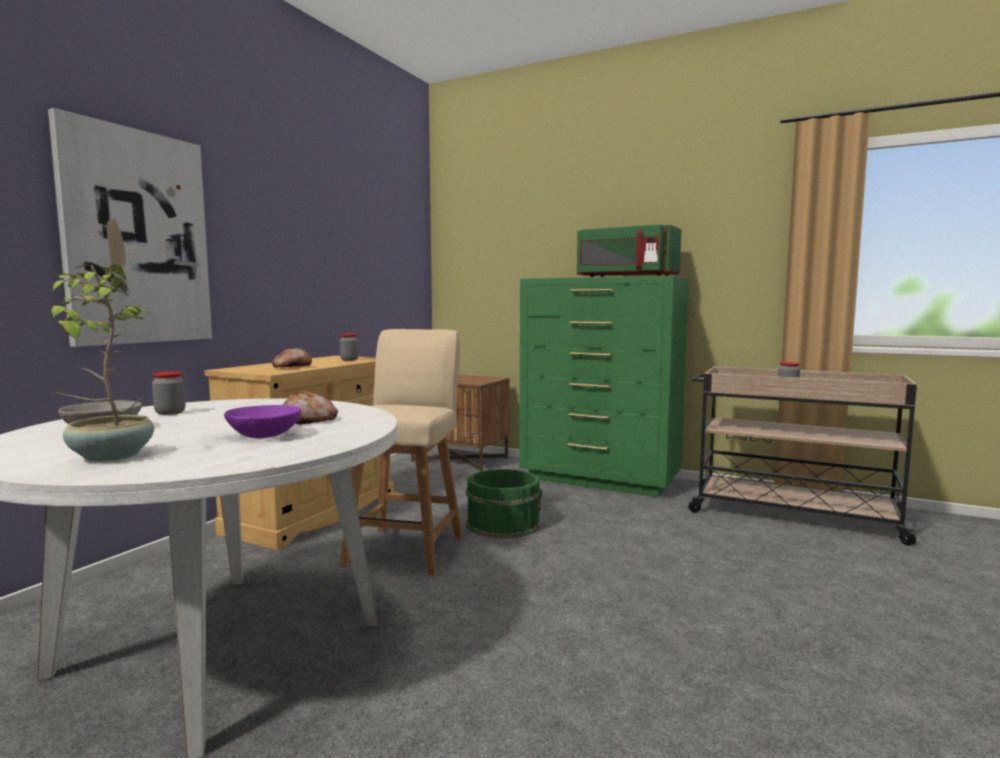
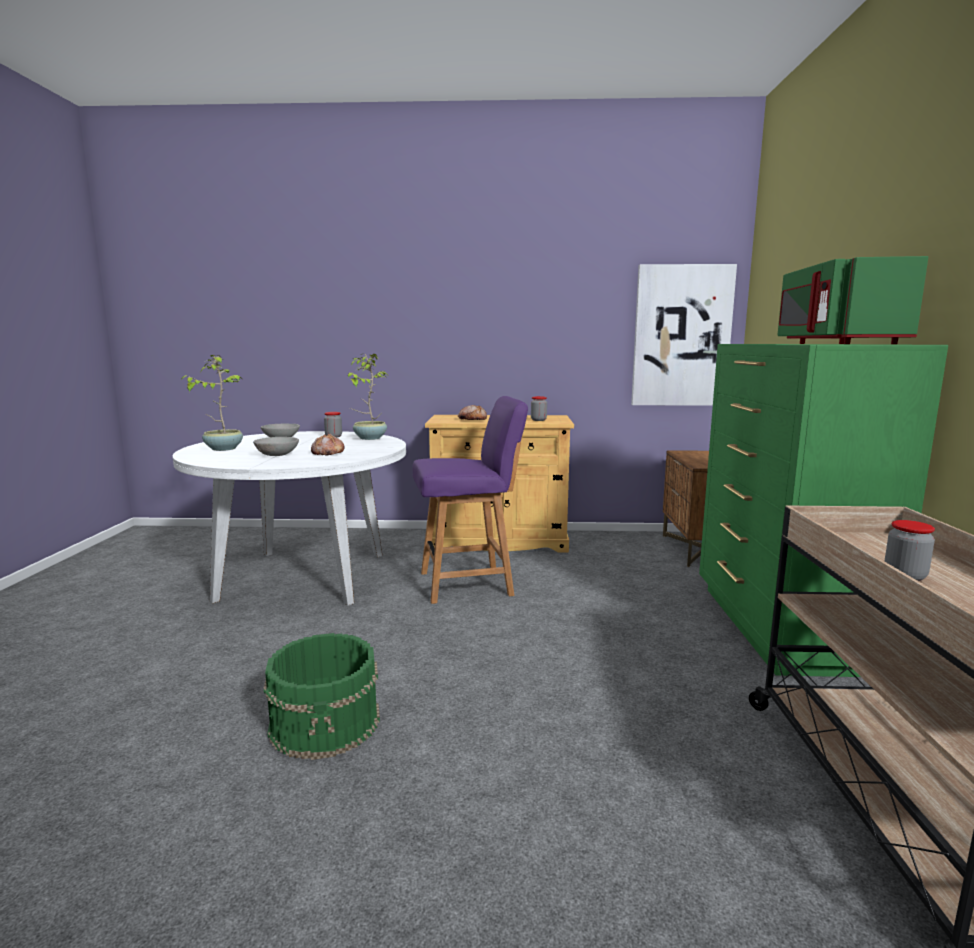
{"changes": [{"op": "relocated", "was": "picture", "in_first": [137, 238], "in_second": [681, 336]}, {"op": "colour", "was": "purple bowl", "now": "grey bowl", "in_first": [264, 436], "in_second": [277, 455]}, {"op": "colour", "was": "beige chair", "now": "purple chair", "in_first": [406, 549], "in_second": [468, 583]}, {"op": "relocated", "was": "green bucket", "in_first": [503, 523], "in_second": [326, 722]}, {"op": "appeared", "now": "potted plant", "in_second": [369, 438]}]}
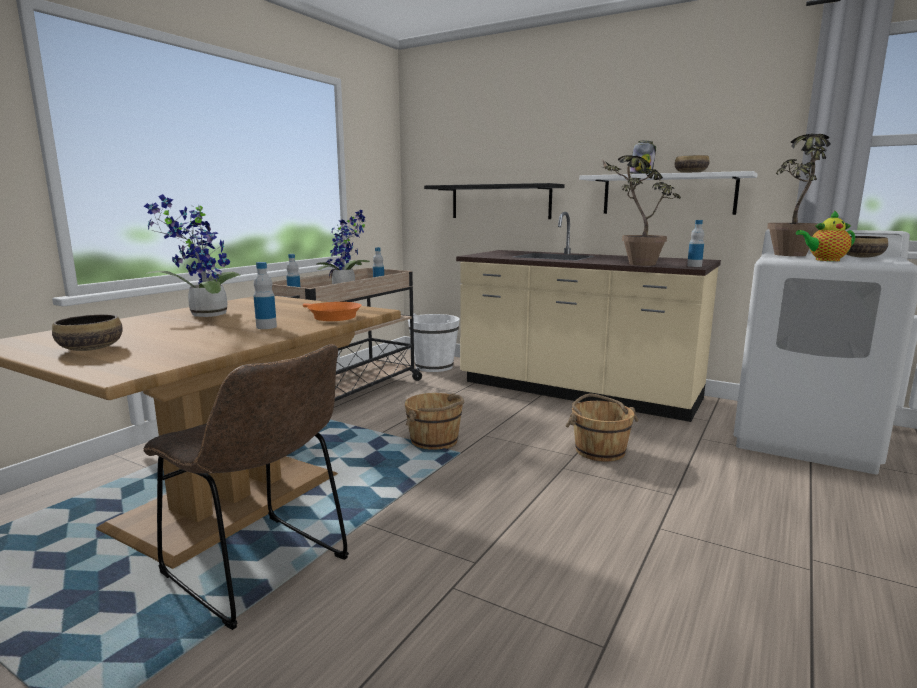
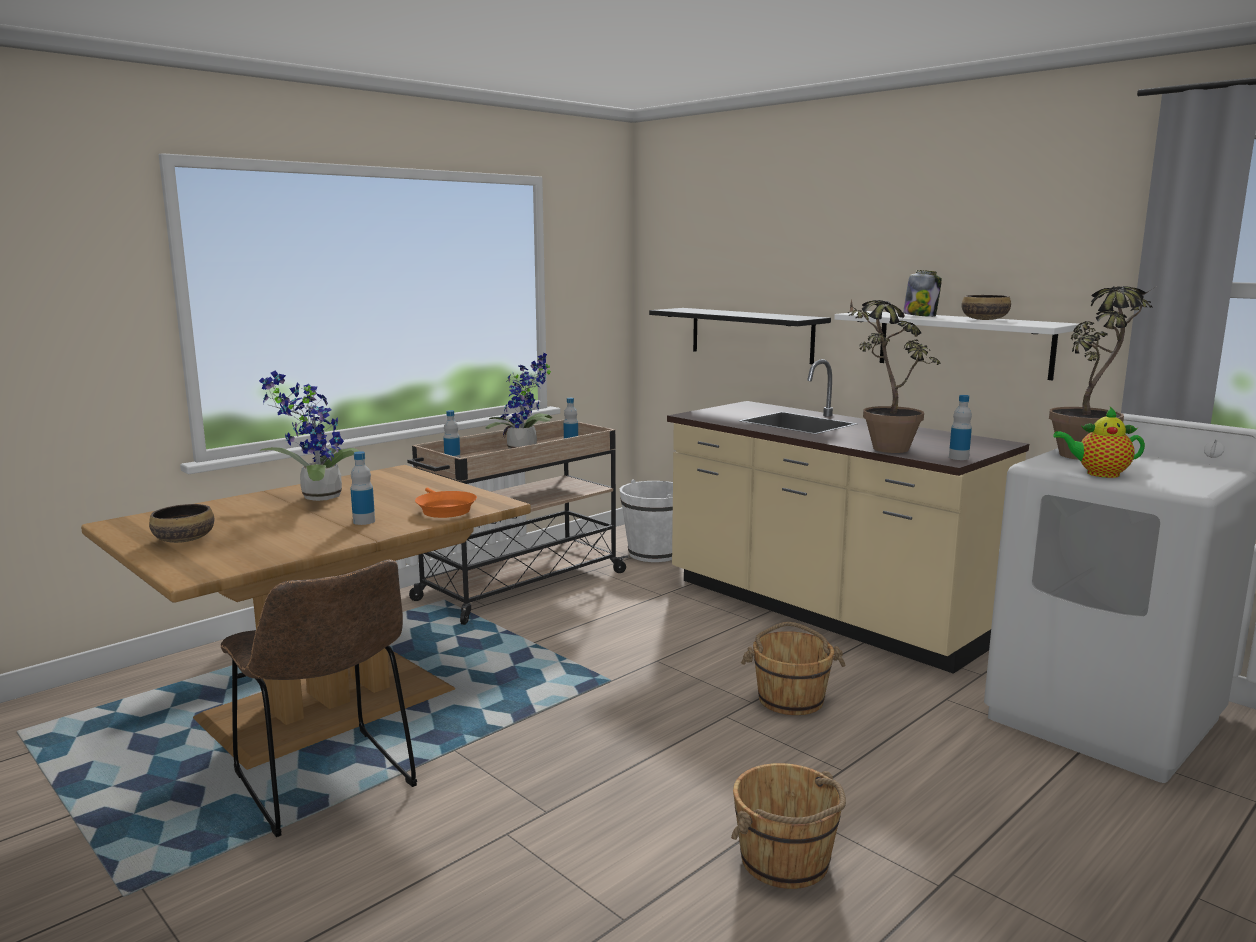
{"changes": [{"op": "relocated", "was": "brown bucket", "in_first": [435, 441], "in_second": [786, 861]}, {"op": "missing", "was": "bowl", "in_first": [862, 257]}]}
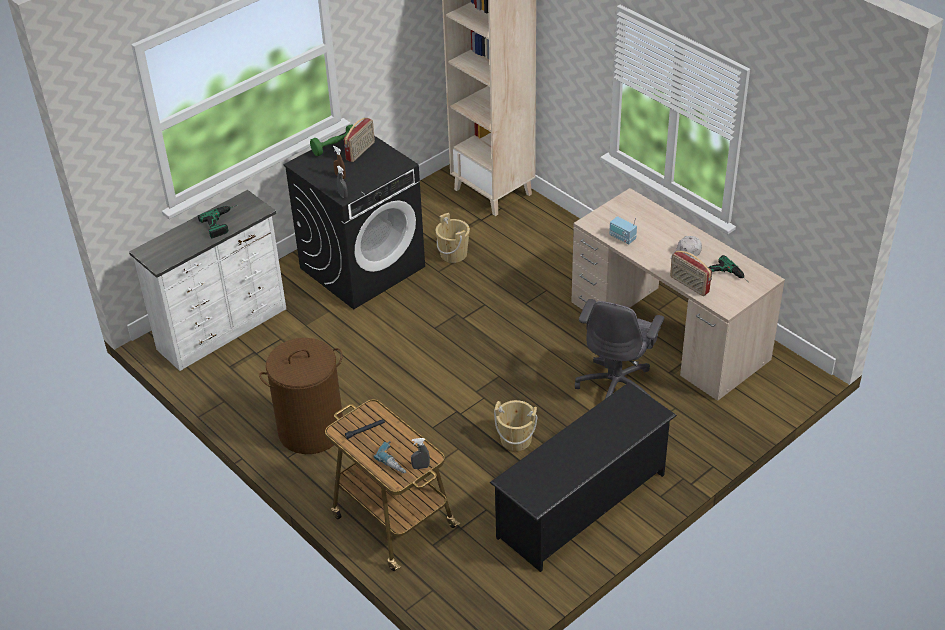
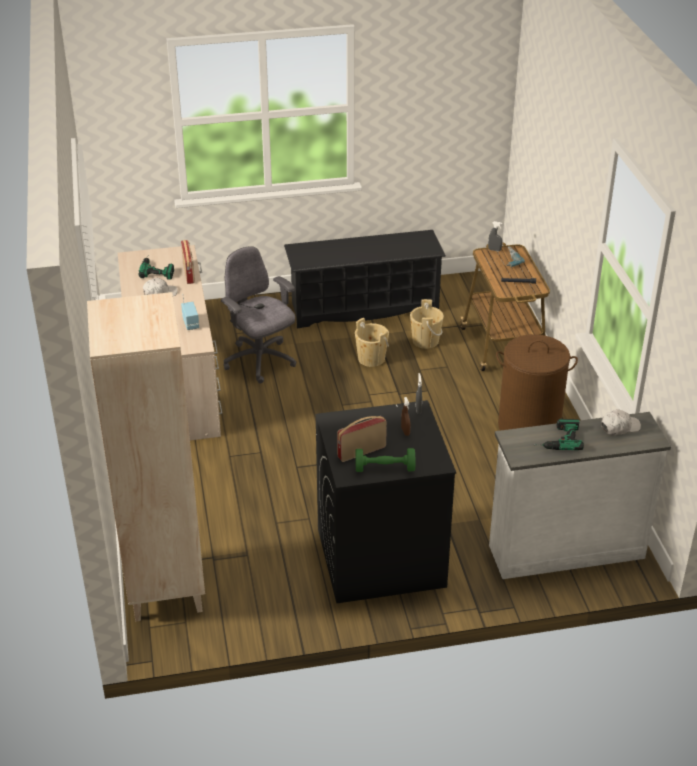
{"changes": [{"op": "relocated", "was": "beige bucket", "in_first": [453, 254], "in_second": [425, 341]}, {"op": "spun", "was": "grey office chair", "in_first": [617, 386], "in_second": [260, 362], "clockwise": -90}, {"op": "appeared", "now": "white cap", "in_second": [619, 427]}]}
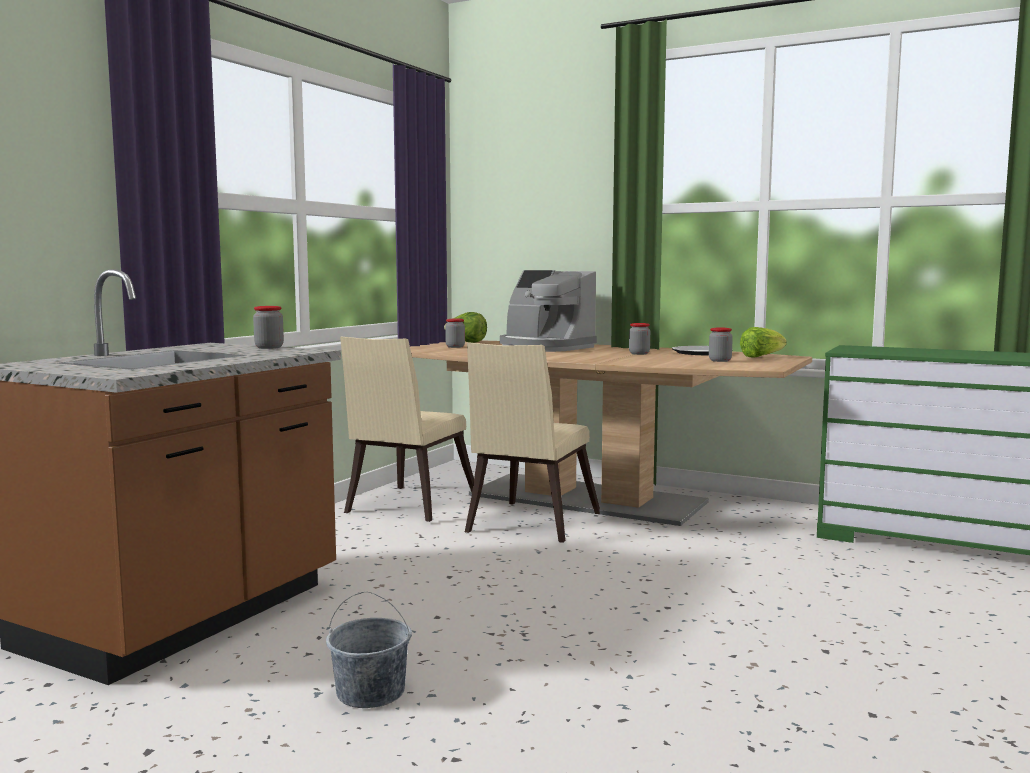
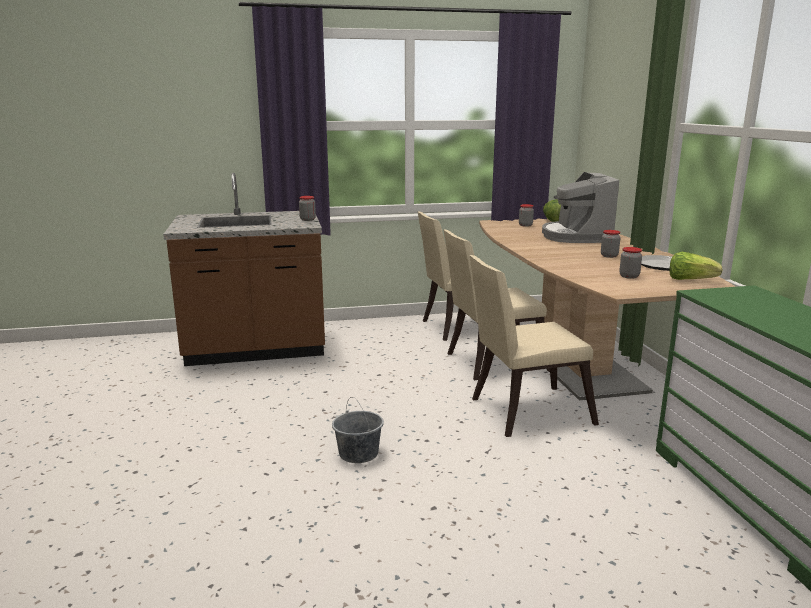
{"changes": [{"op": "relocated", "was": "grey bucket", "in_first": [371, 692], "in_second": [358, 453]}, {"op": "appeared", "now": "beige chair", "in_second": [523, 411]}]}
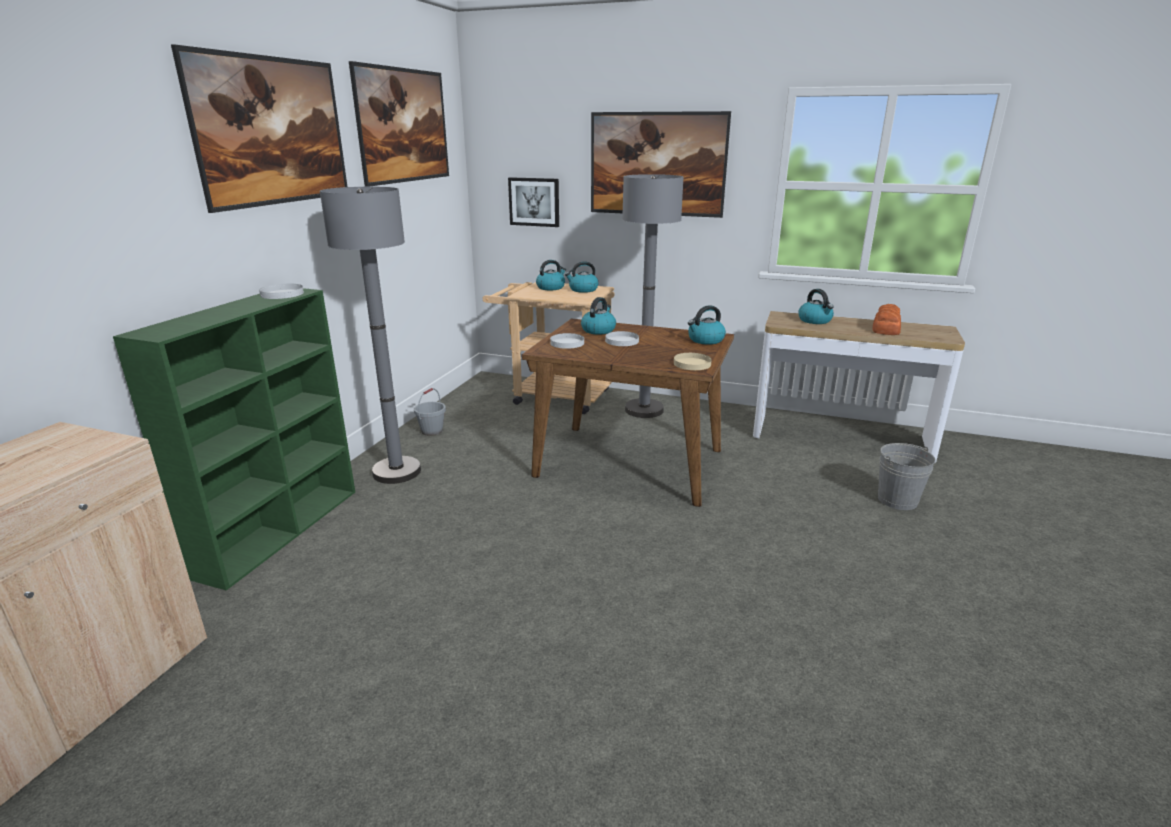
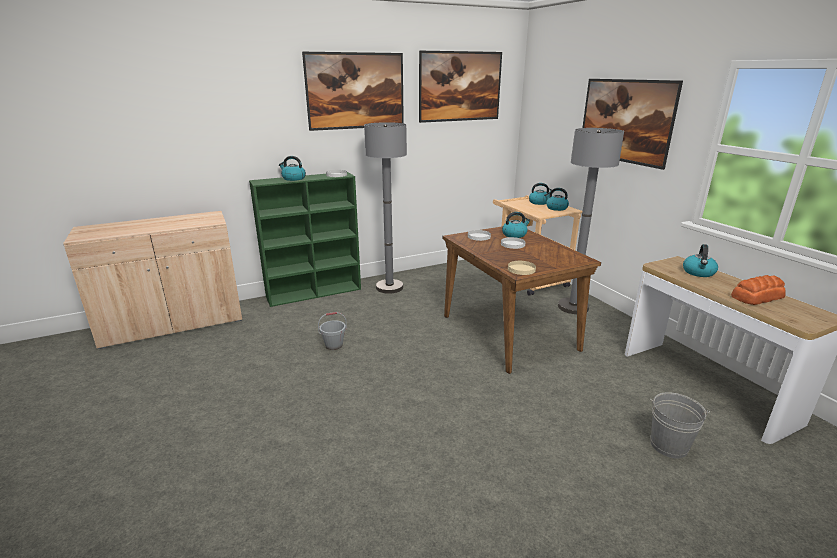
{"changes": [{"op": "relocated", "was": "grey bucket", "in_first": [432, 431], "in_second": [334, 345]}, {"op": "missing", "was": "picture", "in_first": [534, 202]}, {"op": "relocated", "was": "kettle", "in_first": [705, 340], "in_second": [293, 178]}]}
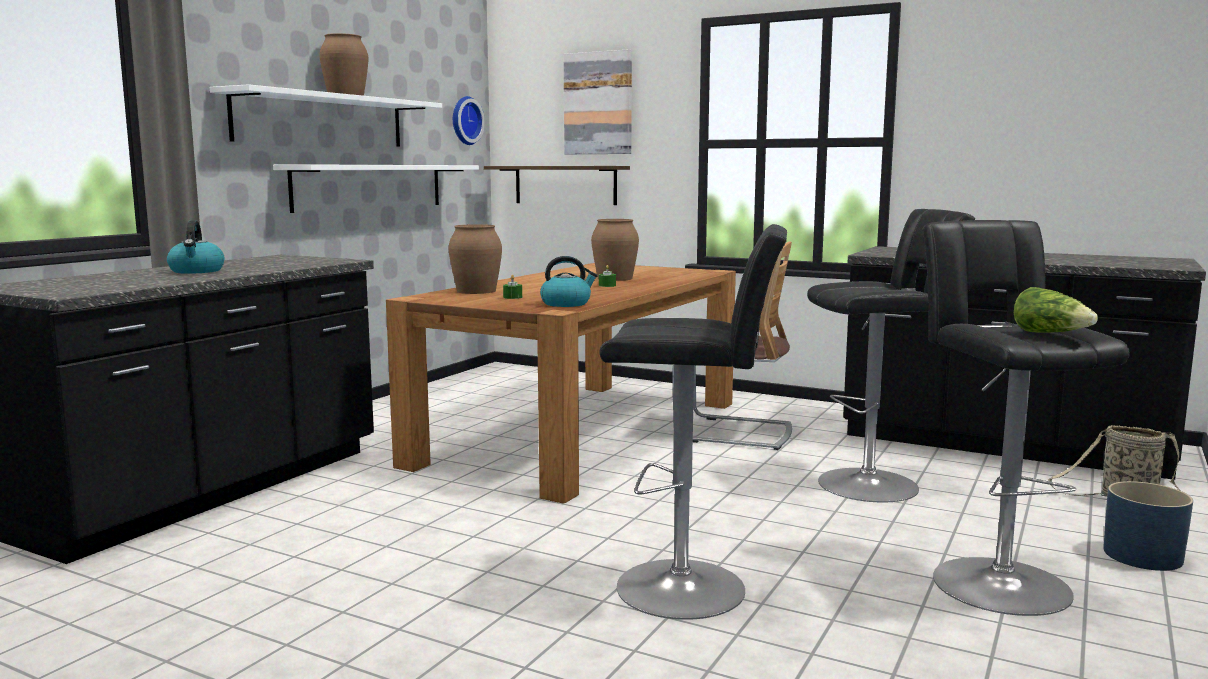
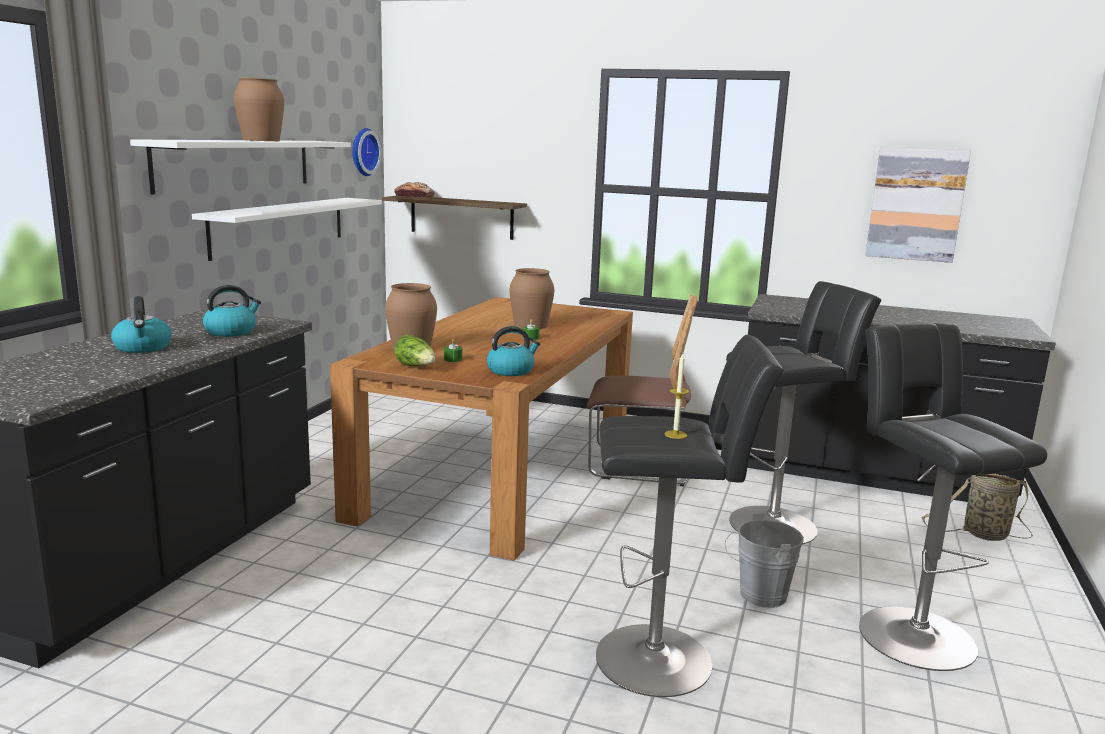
{"changes": [{"op": "relocated", "was": "picture", "in_first": [598, 103], "in_second": [916, 204]}, {"op": "relocated", "was": "lettuce", "in_first": [1051, 334], "in_second": [416, 367]}, {"op": "missing", "was": "blue planter", "in_first": [1142, 556]}, {"op": "appeared", "now": "kettle", "in_second": [231, 332]}, {"op": "appeared", "now": "bread", "in_second": [414, 197]}, {"op": "appeared", "now": "candle", "in_second": [675, 434]}, {"op": "appeared", "now": "grey bucket", "in_second": [757, 595]}]}
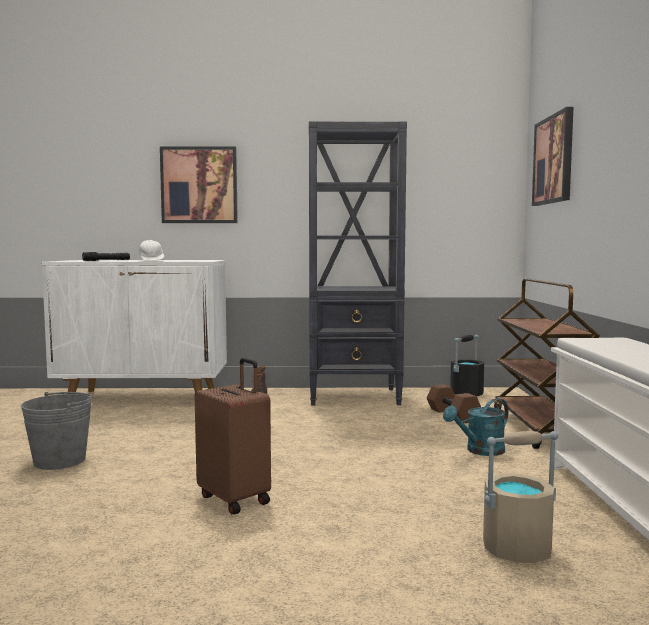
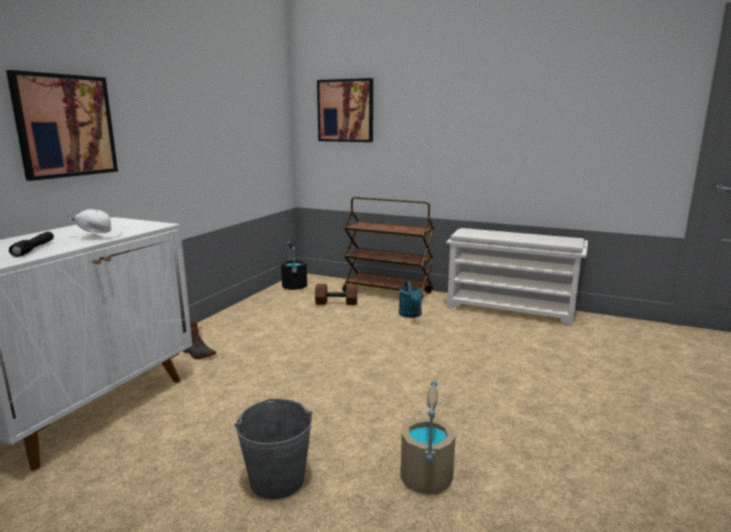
{"changes": [{"op": "missing", "was": "brown suitcase", "in_first": [236, 499]}, {"op": "missing", "was": "black bookcase", "in_first": [355, 397]}, {"op": "relocated", "was": "beige bucket", "in_first": [516, 549], "in_second": [426, 478]}]}
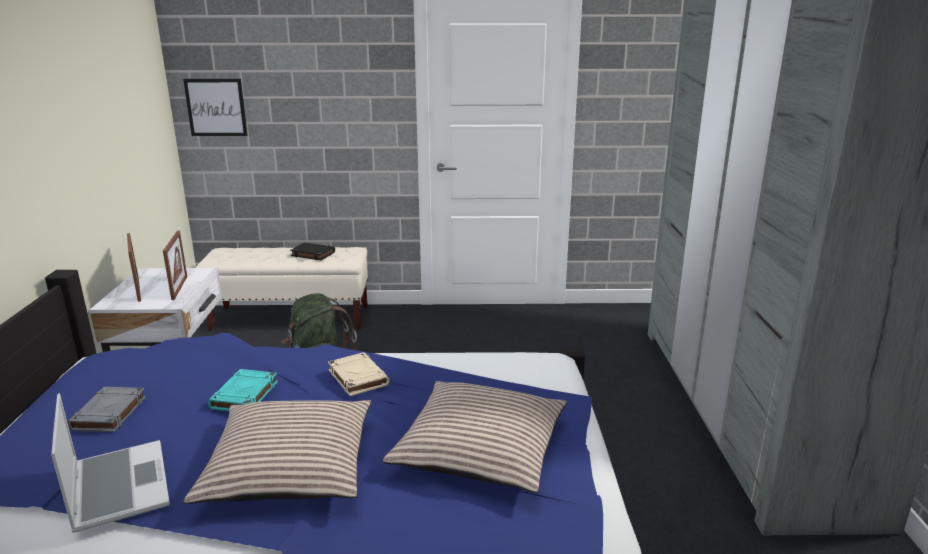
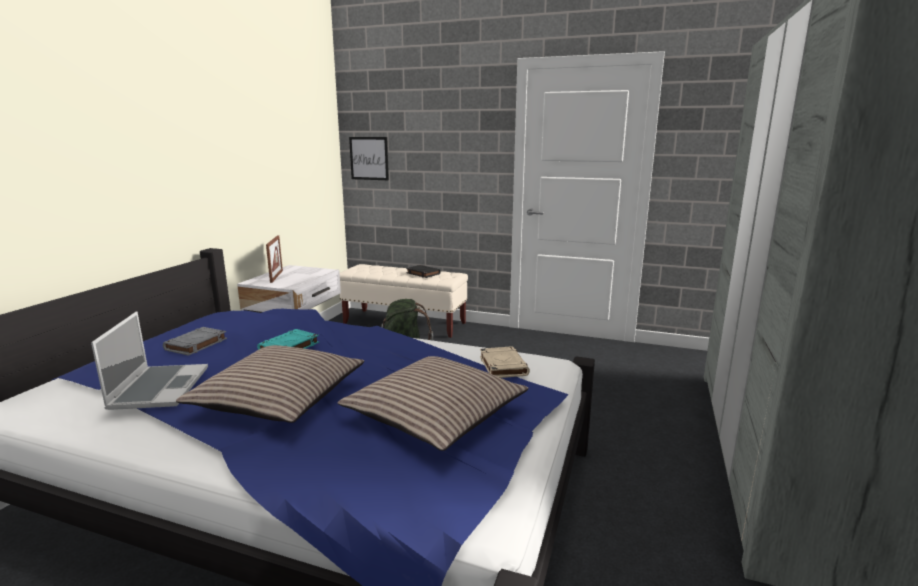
{"changes": [{"op": "missing", "was": "picture frame", "in_first": [179, 288]}, {"op": "relocated", "was": "beige book", "in_first": [357, 377], "in_second": [502, 366]}]}
